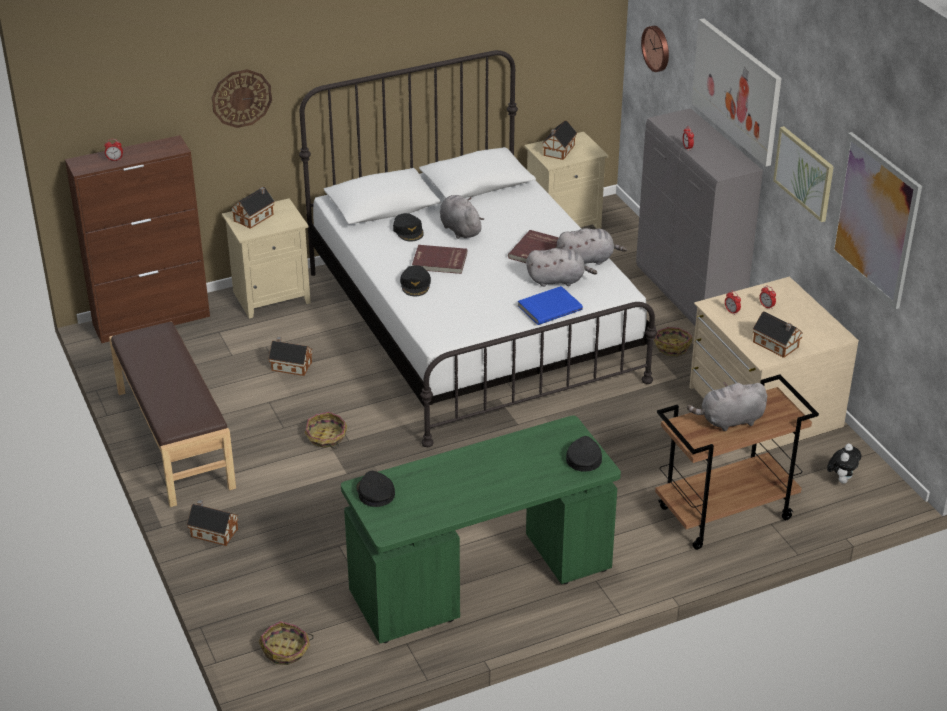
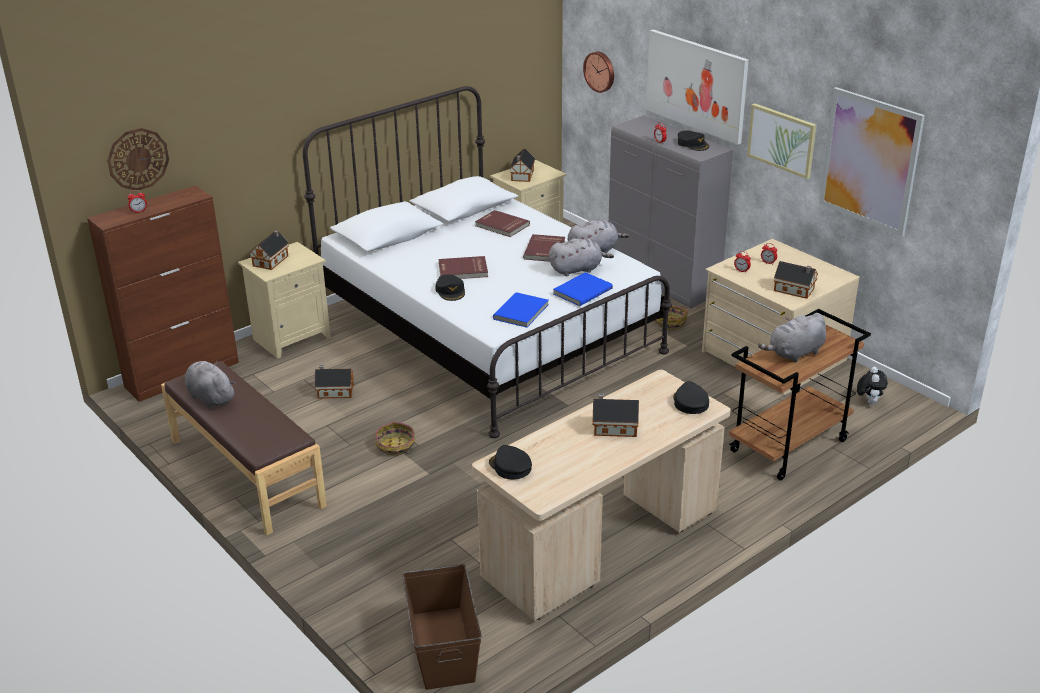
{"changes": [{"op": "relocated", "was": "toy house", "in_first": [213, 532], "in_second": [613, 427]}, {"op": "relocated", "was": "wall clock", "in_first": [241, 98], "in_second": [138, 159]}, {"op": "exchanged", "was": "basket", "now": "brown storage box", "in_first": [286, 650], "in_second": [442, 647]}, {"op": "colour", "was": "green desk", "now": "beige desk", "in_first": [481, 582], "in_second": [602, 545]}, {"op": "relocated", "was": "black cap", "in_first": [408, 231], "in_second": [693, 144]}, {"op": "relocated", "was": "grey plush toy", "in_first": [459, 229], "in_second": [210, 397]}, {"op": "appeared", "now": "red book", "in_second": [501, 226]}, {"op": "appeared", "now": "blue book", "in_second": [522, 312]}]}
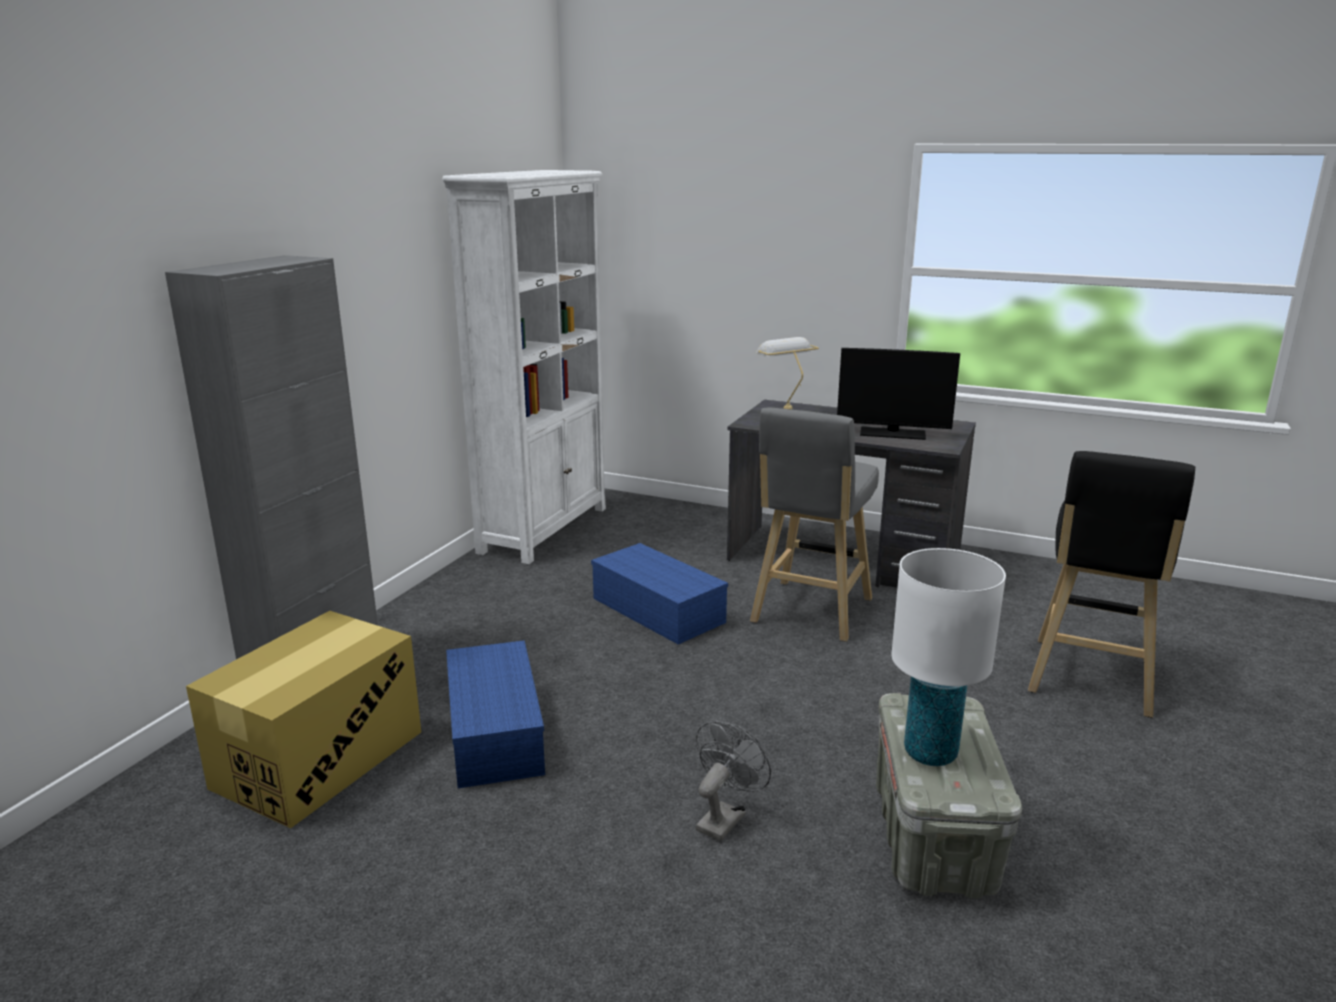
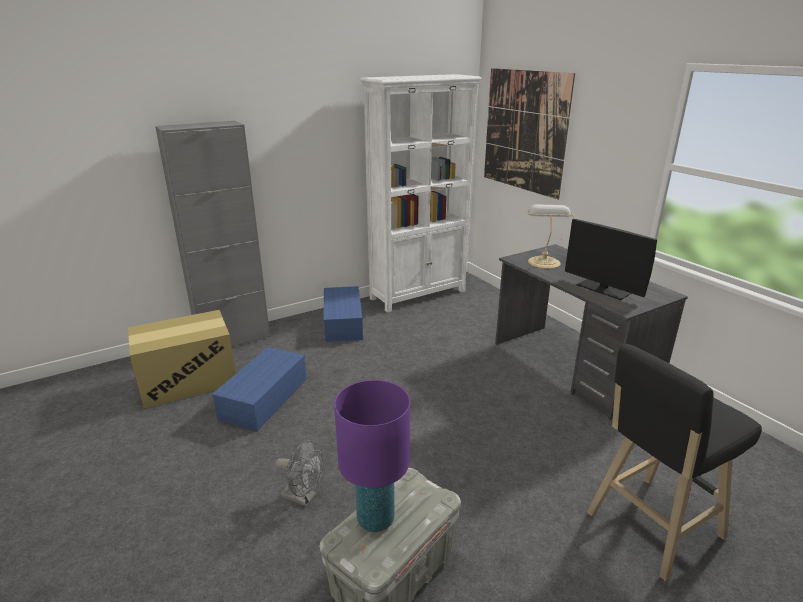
{"changes": [{"op": "relocated", "was": "blue storage box", "in_first": [660, 610], "in_second": [344, 323]}, {"op": "spun", "was": "grey fan", "in_first": [724, 817], "in_second": [303, 497], "clockwise": 45}, {"op": "missing", "was": "grey stool", "in_first": [809, 613]}, {"op": "colour", "was": "white table lamp", "now": "purple table lamp", "in_first": [930, 753], "in_second": [375, 519]}, {"op": "appeared", "now": "picture", "in_second": [524, 131]}]}
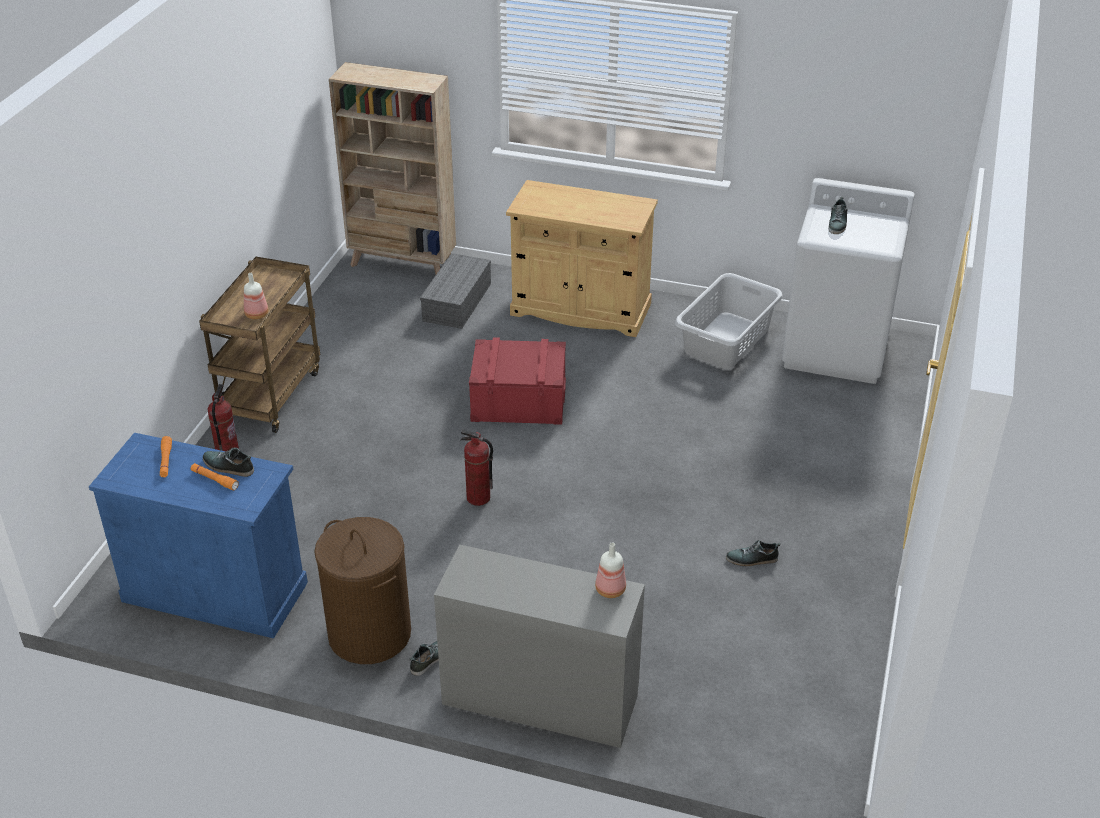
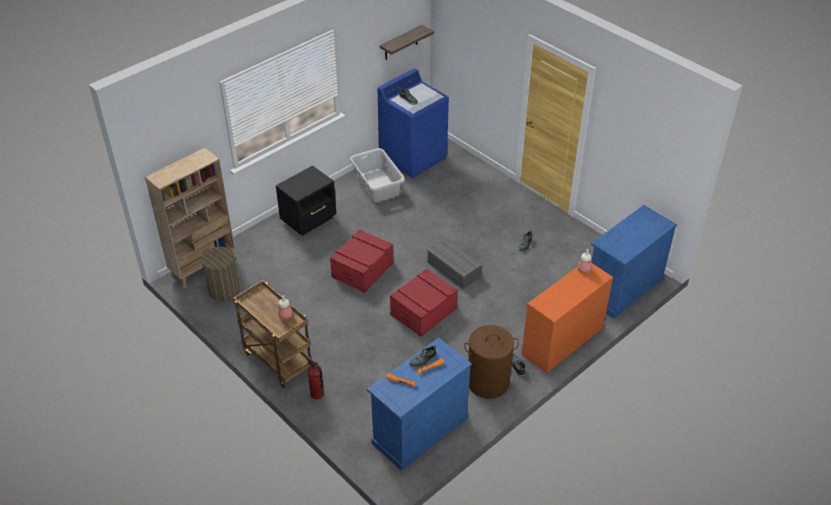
{"changes": [{"op": "relocated", "was": "grey storage box", "in_first": [457, 303], "in_second": [455, 269]}, {"op": "colour", "was": "grey desk", "now": "orange desk", "in_first": [539, 699], "in_second": [562, 341]}, {"op": "exchanged", "was": "fire extinguisher", "now": "red storage box", "in_first": [478, 498], "in_second": [423, 312]}, {"op": "exchanged", "was": "beige cabinet", "now": "black nightstand", "in_first": [580, 309], "in_second": [309, 220]}, {"op": "colour", "was": "white washing machine", "now": "blue washing machine", "in_first": [836, 349], "in_second": [413, 157]}, {"op": "appeared", "now": "laundry basket", "in_second": [224, 290]}, {"op": "appeared", "now": "shelf", "in_second": [401, 43]}, {"op": "appeared", "now": "blue cabinet", "in_second": [623, 288]}]}
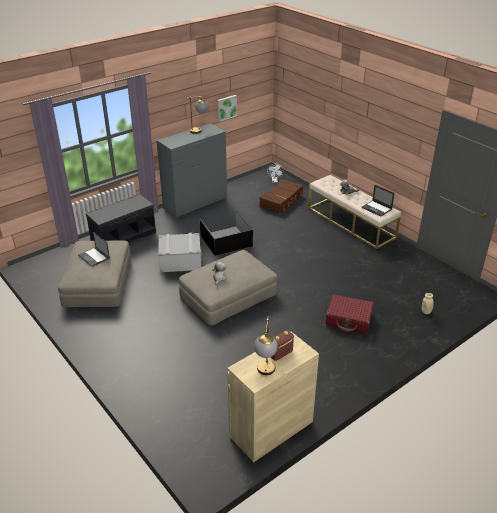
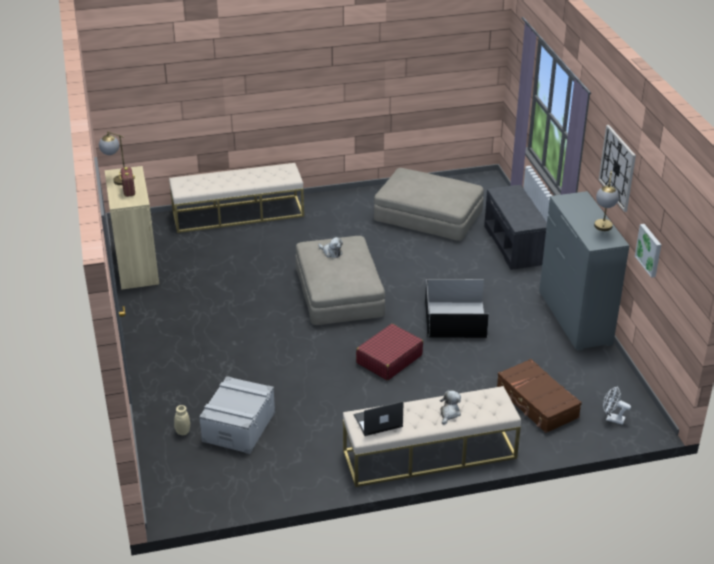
{"changes": [{"op": "missing", "was": "laptop", "in_first": [94, 257]}, {"op": "relocated", "was": "grey storage box", "in_first": [180, 261], "in_second": [239, 426]}, {"op": "relocated", "was": "red suitcase", "in_first": [349, 319], "in_second": [389, 359]}, {"op": "appeared", "now": "beige bench", "in_second": [238, 214]}, {"op": "appeared", "now": "wall clock", "in_second": [617, 167]}]}
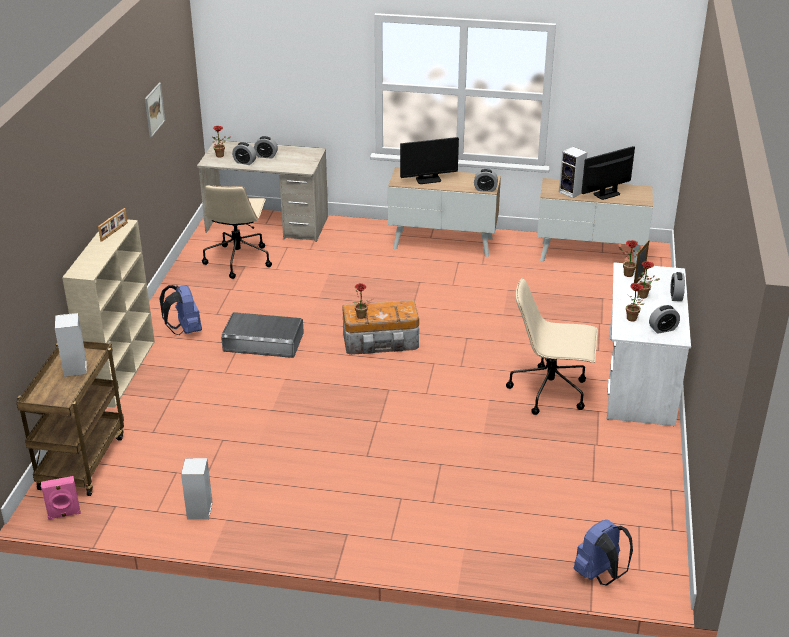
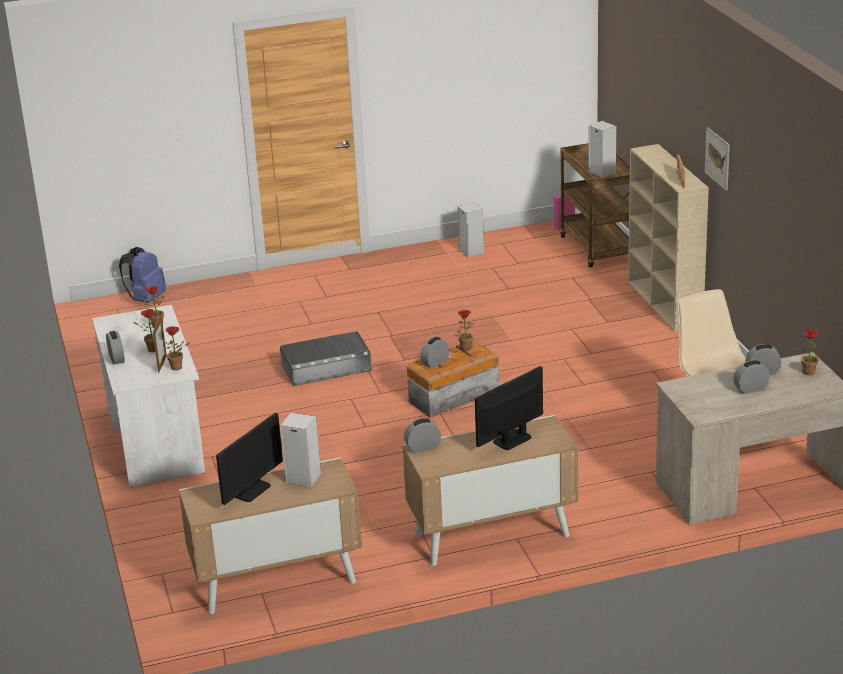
{"changes": [{"op": "relocated", "was": "picture", "in_first": [154, 109], "in_second": [717, 158]}, {"op": "missing", "was": "blue backpack", "in_first": [185, 330]}, {"op": "relocated", "was": "grey storage box", "in_first": [263, 342], "in_second": [326, 367]}, {"op": "missing", "was": "beige office chair", "in_first": [550, 391]}, {"op": "relocated", "was": "alarm clock", "in_first": [663, 329], "in_second": [435, 363]}]}
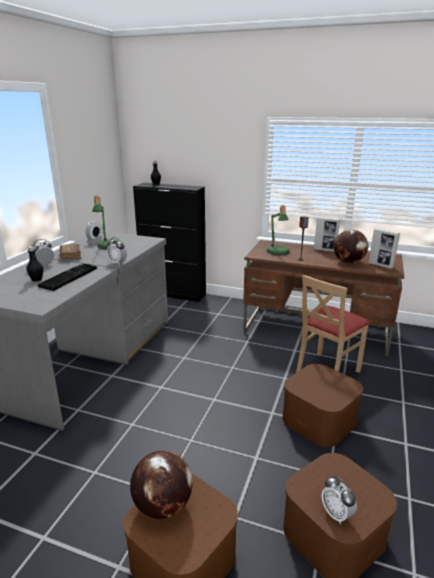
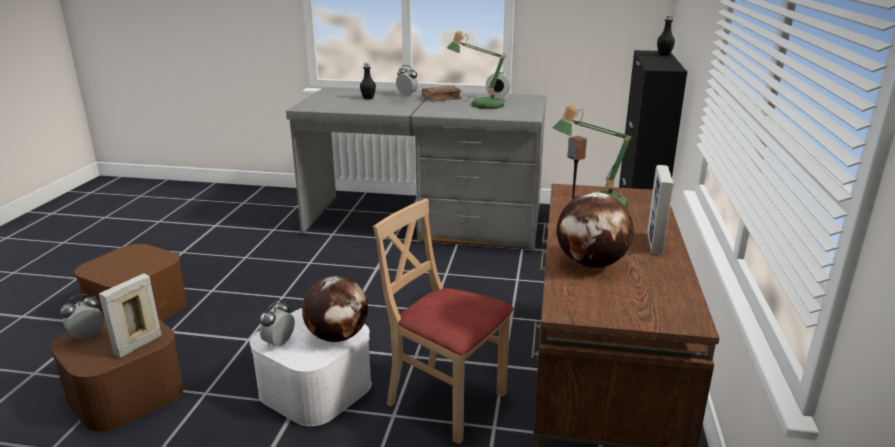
{"changes": [{"op": "missing", "was": "keyboard", "in_first": [68, 277]}, {"op": "relocated", "was": "alarm clock", "in_first": [118, 263], "in_second": [279, 343]}, {"op": "relocated", "was": "globe", "in_first": [163, 505], "in_second": [338, 336]}, {"op": "colour", "was": "brown storage box", "now": "white storage box", "in_first": [319, 419], "in_second": [315, 388]}, {"op": "relocated", "was": "picture frame", "in_first": [380, 265], "in_second": [138, 345]}]}
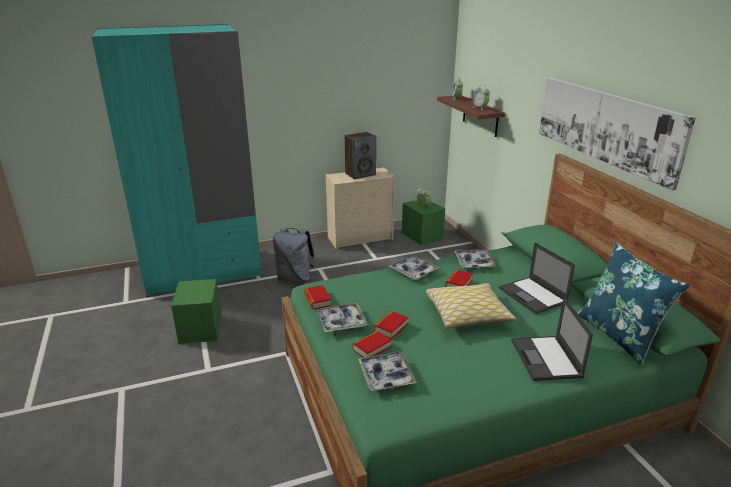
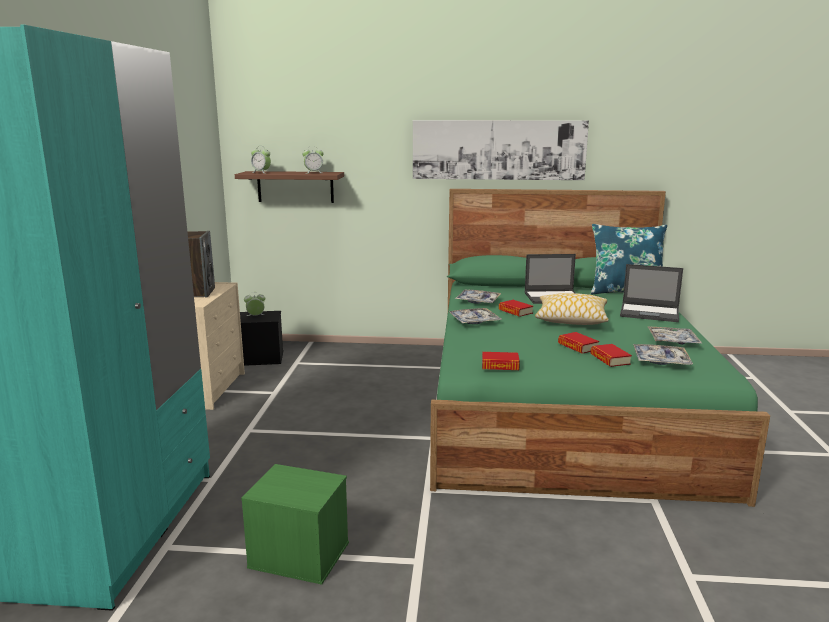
{"changes": [{"op": "missing", "was": "grey backpack", "in_first": [295, 278]}, {"op": "relocated", "was": "tray", "in_first": [341, 322], "in_second": [672, 341]}, {"op": "colour", "was": "green storage box", "now": "black storage box", "in_first": [421, 235], "in_second": [259, 358]}]}
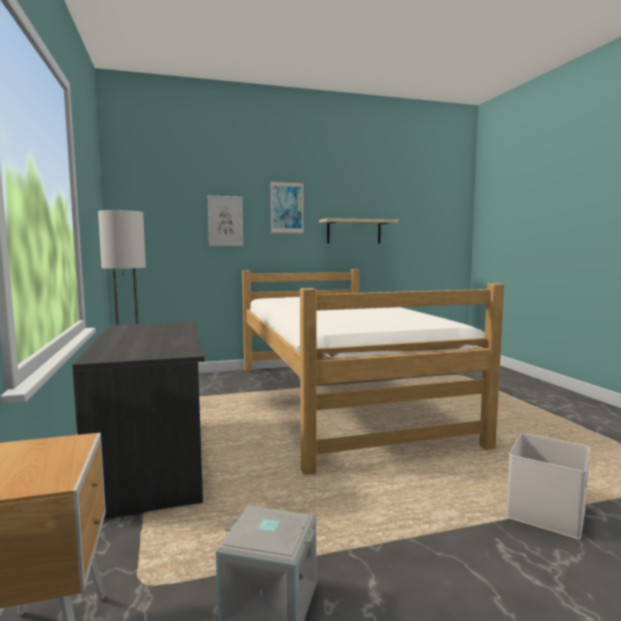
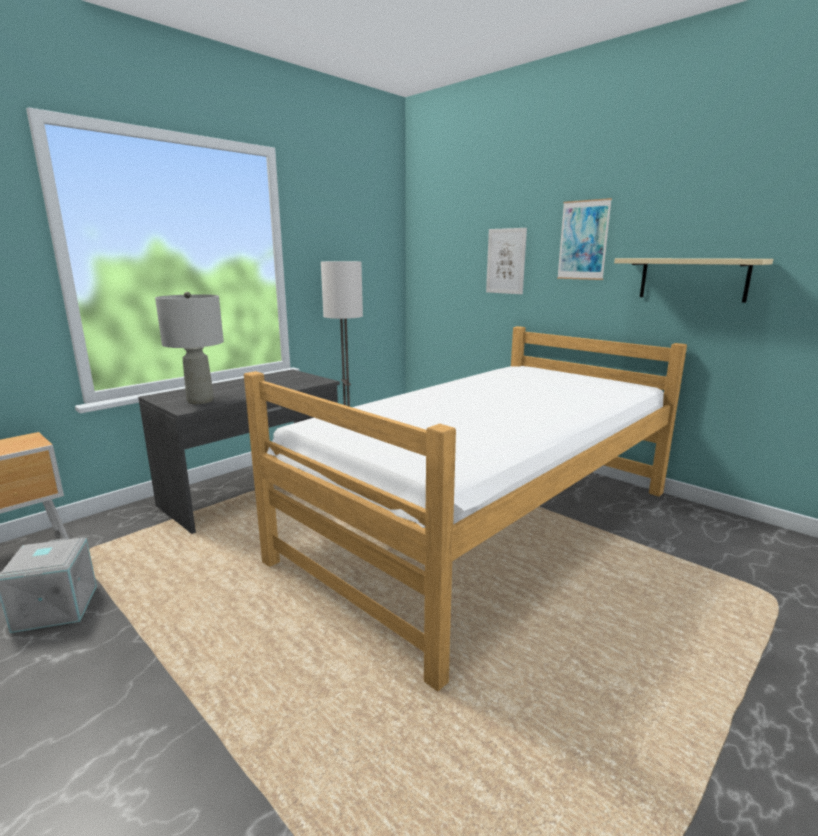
{"changes": [{"op": "missing", "was": "white storage box", "in_first": [547, 513]}, {"op": "appeared", "now": "grey table lamp", "in_second": [200, 401]}]}
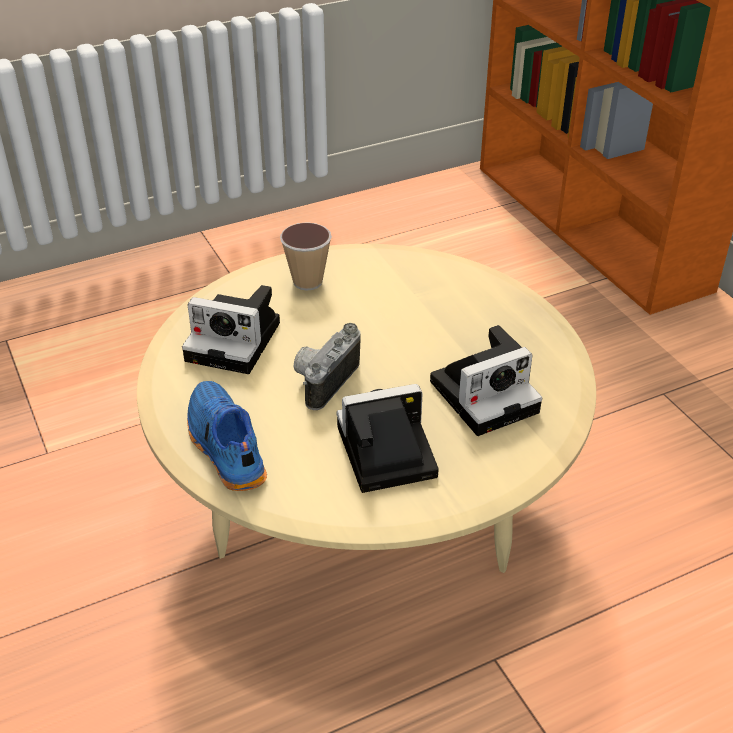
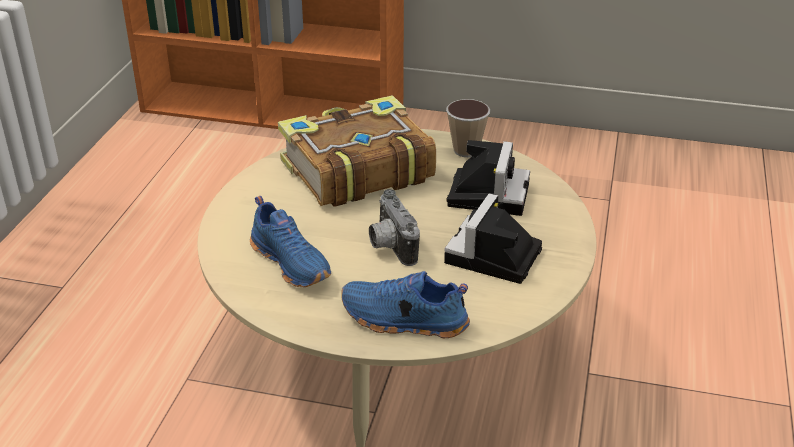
{"changes": [{"op": "exchanged", "was": "photo camera", "now": "blue shoe", "in_first": [237, 341], "in_second": [292, 262]}, {"op": "relocated", "was": "cup", "in_first": [307, 282], "in_second": [466, 150]}, {"op": "appeared", "now": "book", "in_second": [355, 170]}]}
